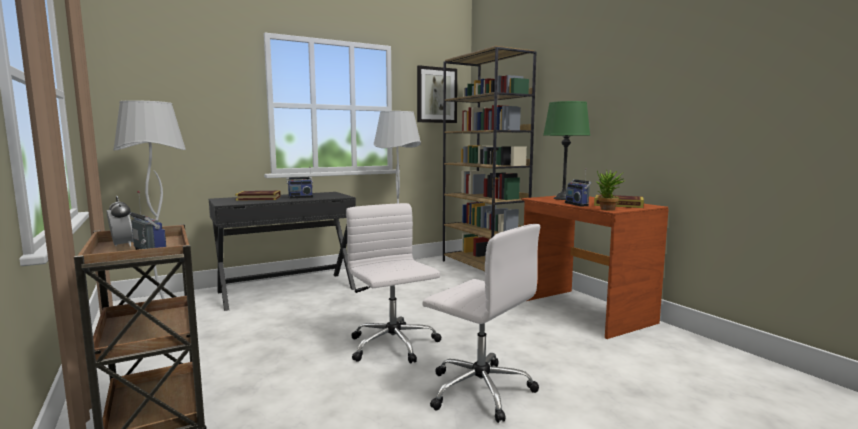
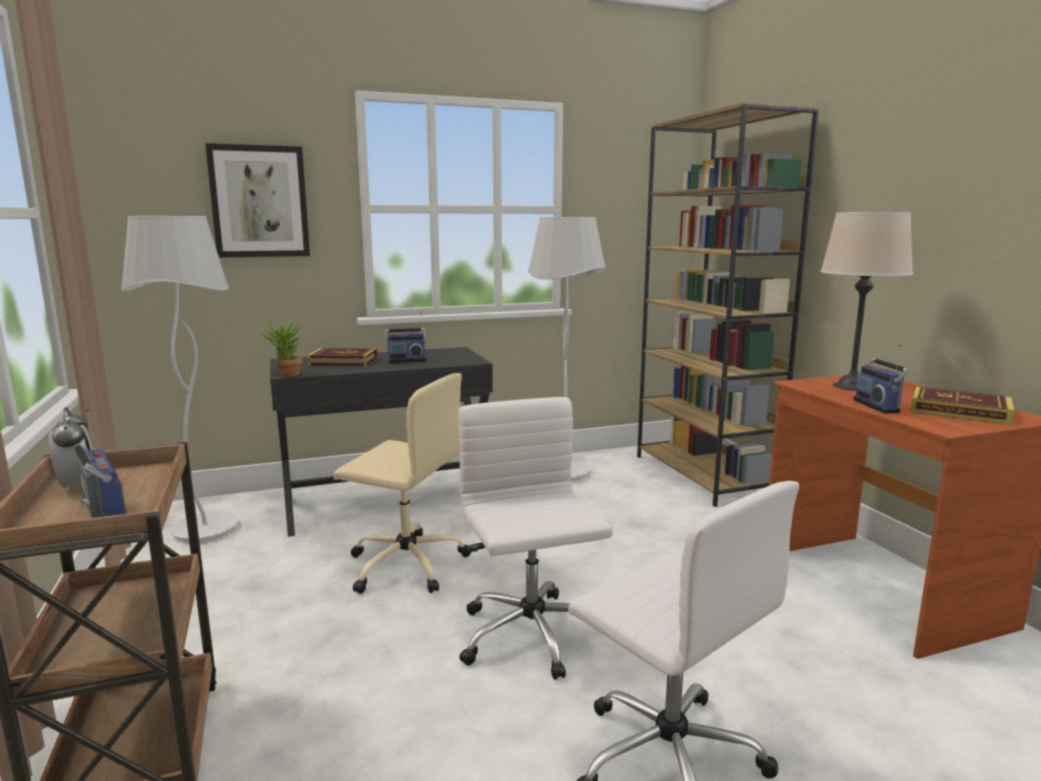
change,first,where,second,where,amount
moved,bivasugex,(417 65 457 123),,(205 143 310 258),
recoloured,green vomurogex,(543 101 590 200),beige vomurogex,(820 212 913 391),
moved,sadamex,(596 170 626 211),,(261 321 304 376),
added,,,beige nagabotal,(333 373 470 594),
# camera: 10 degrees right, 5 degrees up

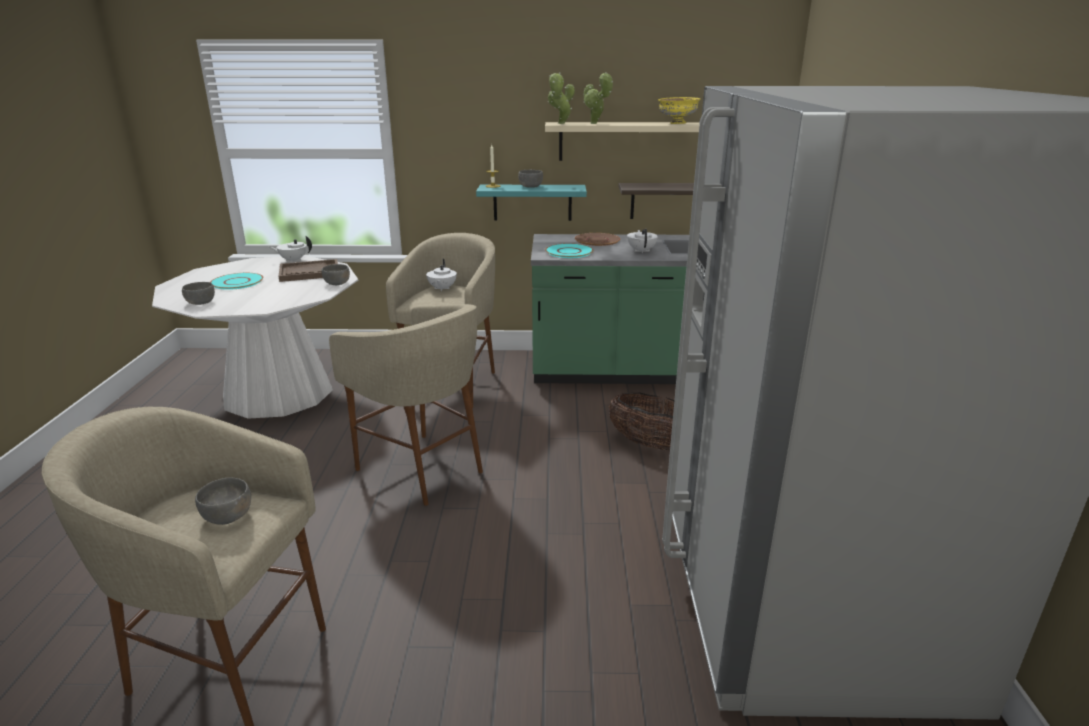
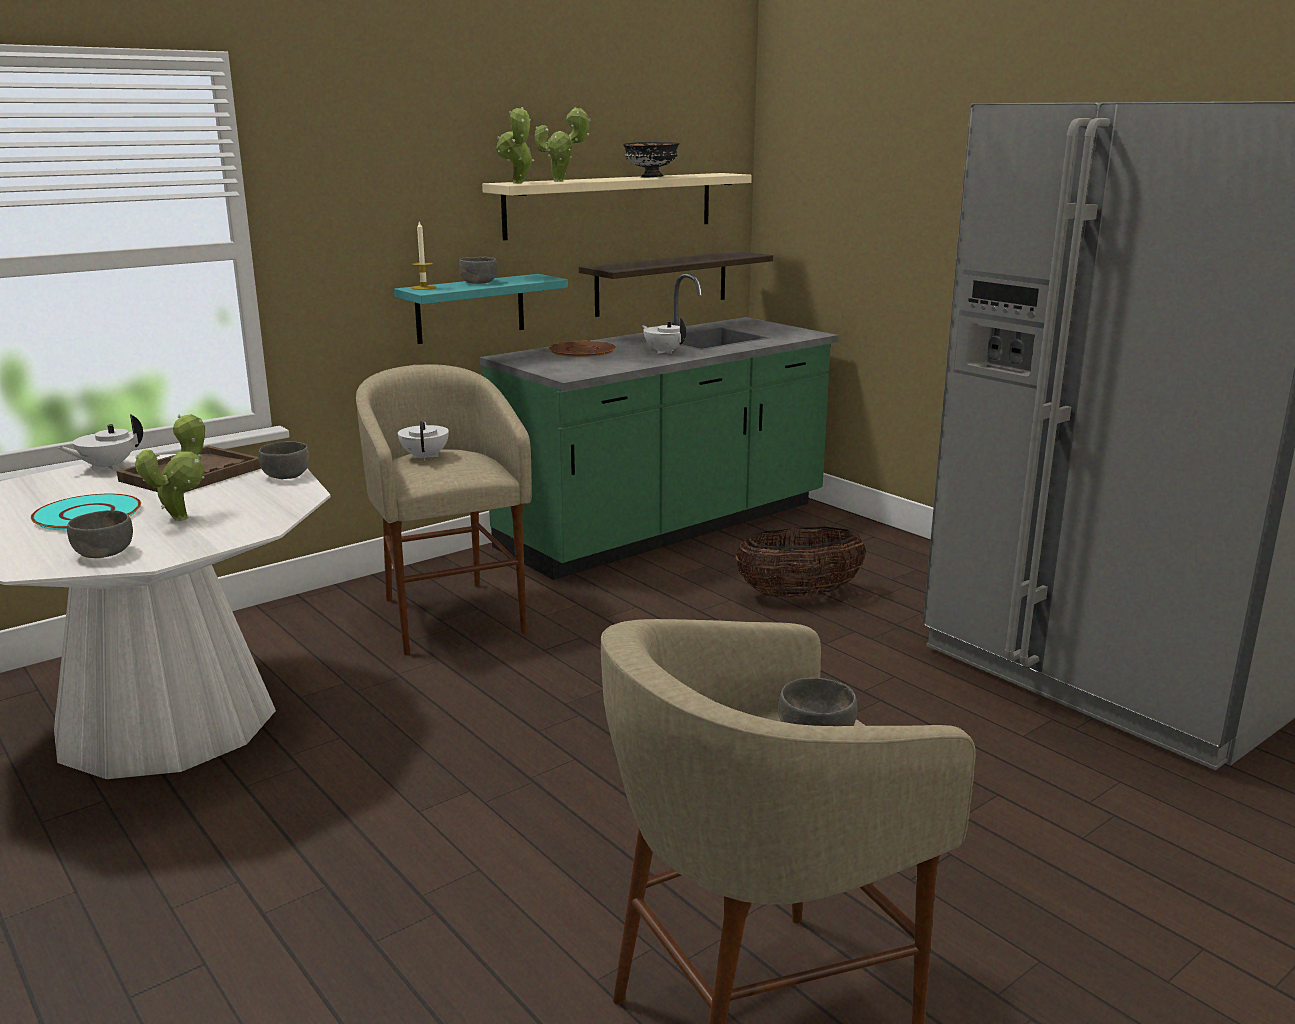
change,first,where,second,where,amount
removed,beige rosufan,(329 304 483 506),,,
turned,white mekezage,(426 259 457 291),,(398 421 449 461),150 degrees counterclockwise
removed,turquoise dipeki,(545 243 593 258),,,
recoloured,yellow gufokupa,(658 97 700 124),black gufokupa,(623 142 680 177),
added,,,sadamex,(135 414 205 521),
# camera: 40 degrees left, 5 degrees down

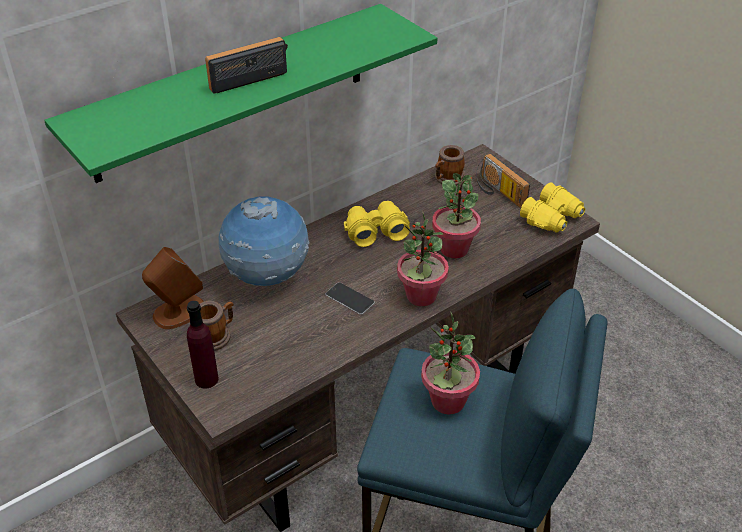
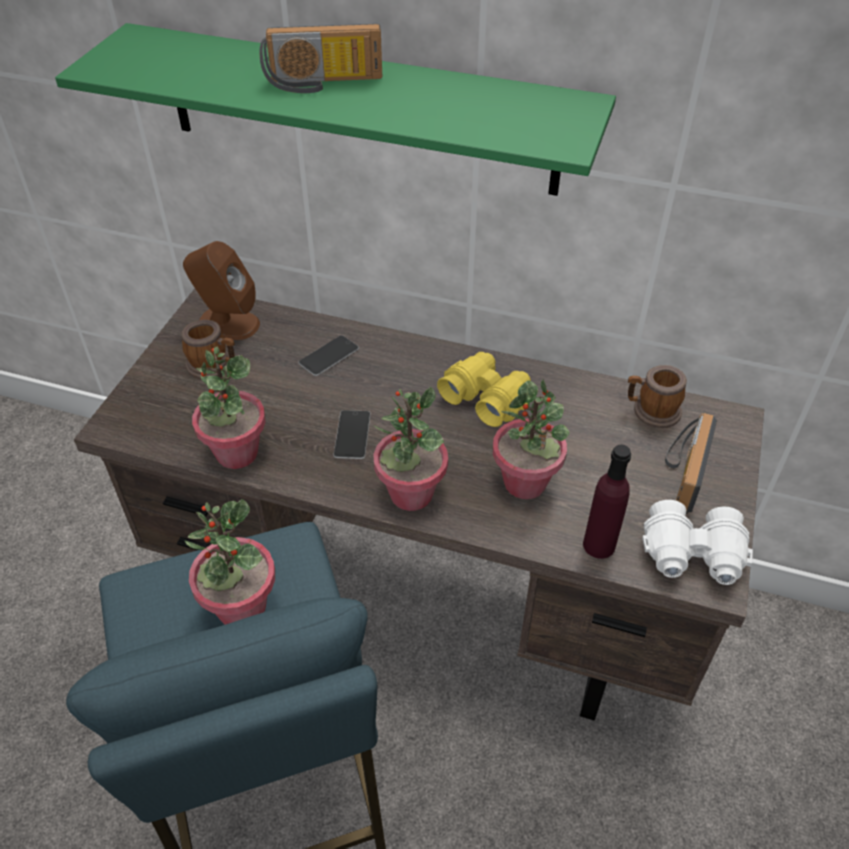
change,first,where,second,where,amount
moved,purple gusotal,(187 301 218 388),,(583 444 631 559),
turned,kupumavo,(205 37 288 94),,(259 24 382 93),150 degrees clockwise
replaced,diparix,(219 196 309 286),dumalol,(298 335 359 376),
recoloured,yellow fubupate,(520 183 585 232),white fubupate,(642 500 753 585),
added,,,sadamex,(192 346 266 469),
# camera: 55 degrees right, 5 degrees up

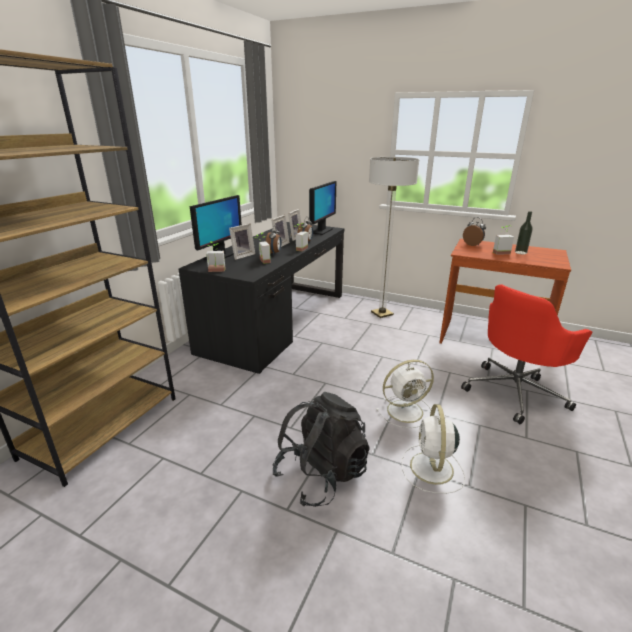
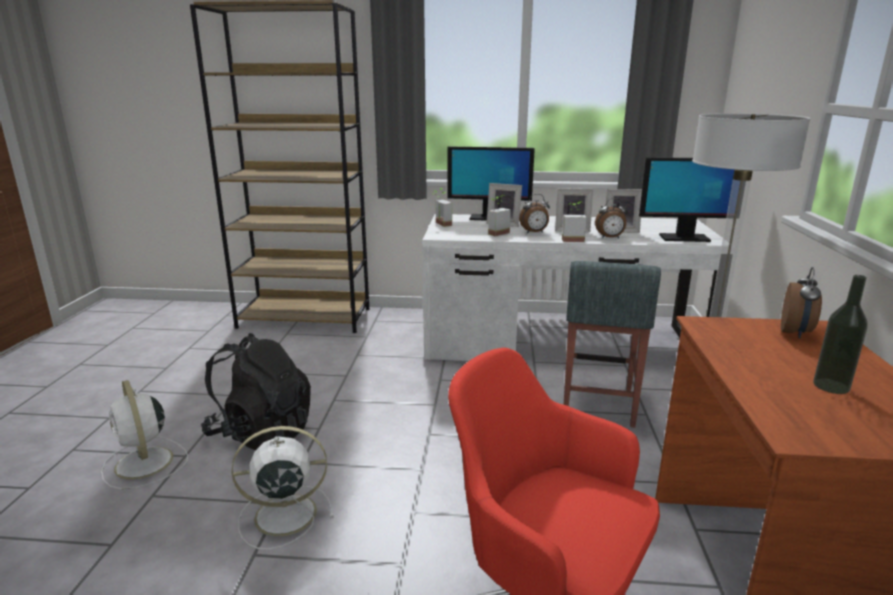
change,first,where,second,where,amount
recoloured,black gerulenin,(179 222 344 374),white gerulenin,(422 214 723 361),
moved,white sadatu,(376 360 434 428),,(101 380 188 489),
removed,sadamex,(493 225 514 255),,,
added,,,grey rosufan,(564 261 661 428),
# camera: 70 degrees right, 5 degrees down

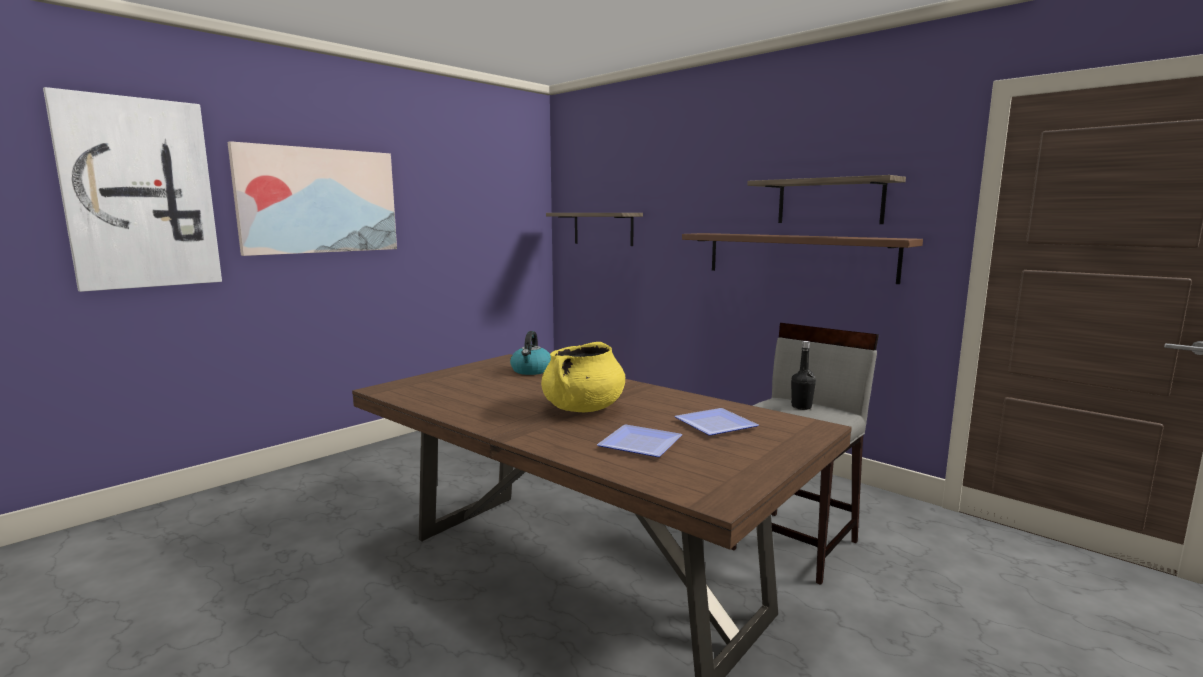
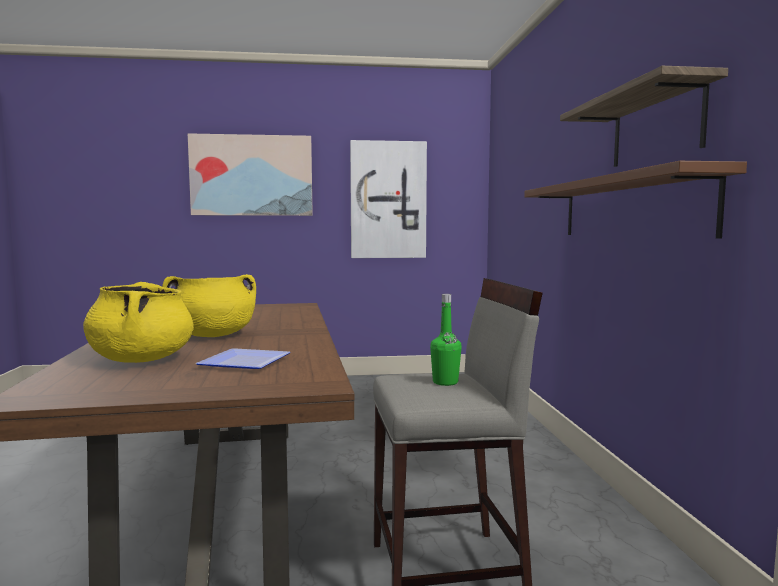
change,first,where,second,where,amount
moved,bivasugex,(43 87 222 292),,(350 140 427 258),
removed,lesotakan,(510 331 551 375),,,
removed,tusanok,(546 213 643 246),,,
replaced,dipeki,(597 424 683 457),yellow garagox,(83 282 194 363),
recoloured,black gusotal,(791 341 816 410),green gusotal,(430 294 462 386),
# camera: 40 degrees right, 5 degrees down

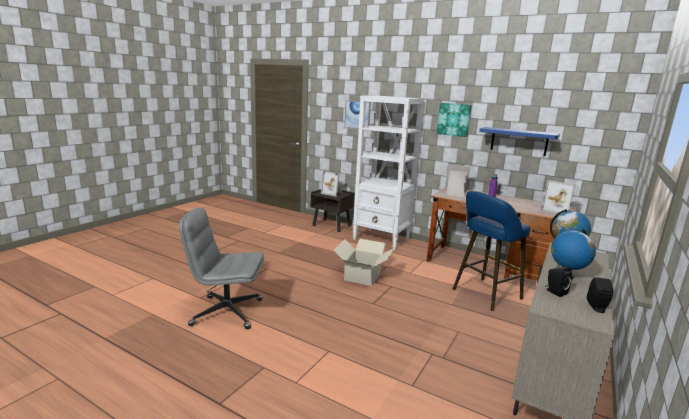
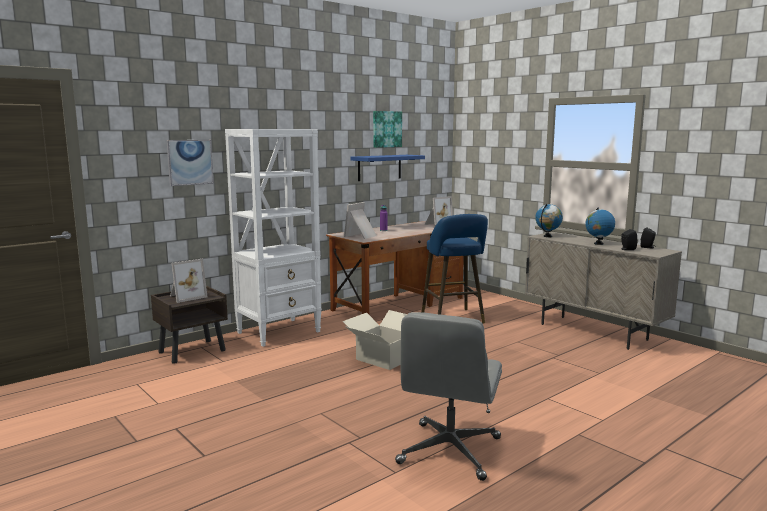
change,first,where,second,where,amount
moved,bivasugex,(437 103 472 137),,(373 111 402 148),
# camera: 70 degrees left, 5 degrees down

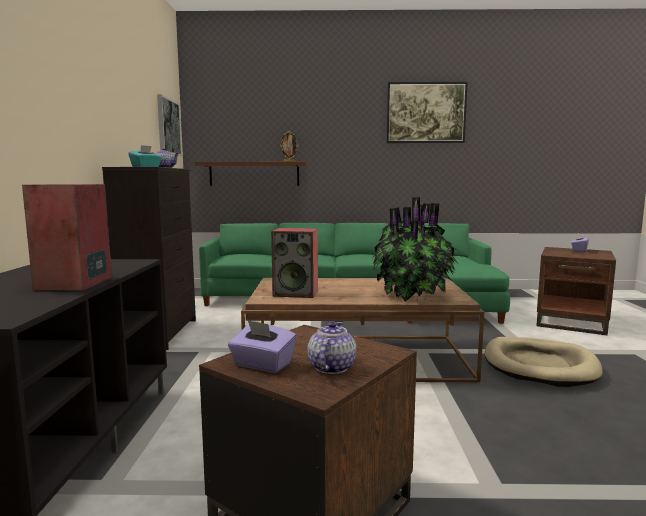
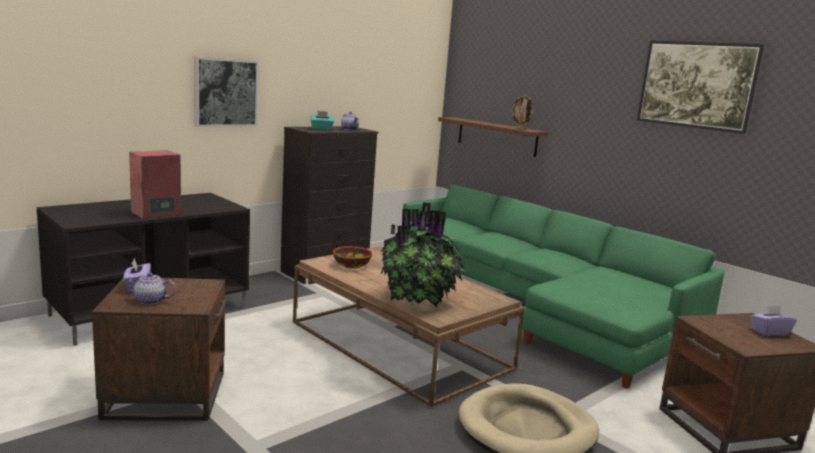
change,first,where,second,where,amount
moved,bivasugex,(157 94 182 156),,(194 56 259 127),
replaced,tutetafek,(271 228 318 298),gufokupa,(333 246 372 269),
turned,mekezage,(307 322 356 374),,(124 272 176 305),150 degrees counterclockwise
# camera: 45 degrees right, 5 degrees up

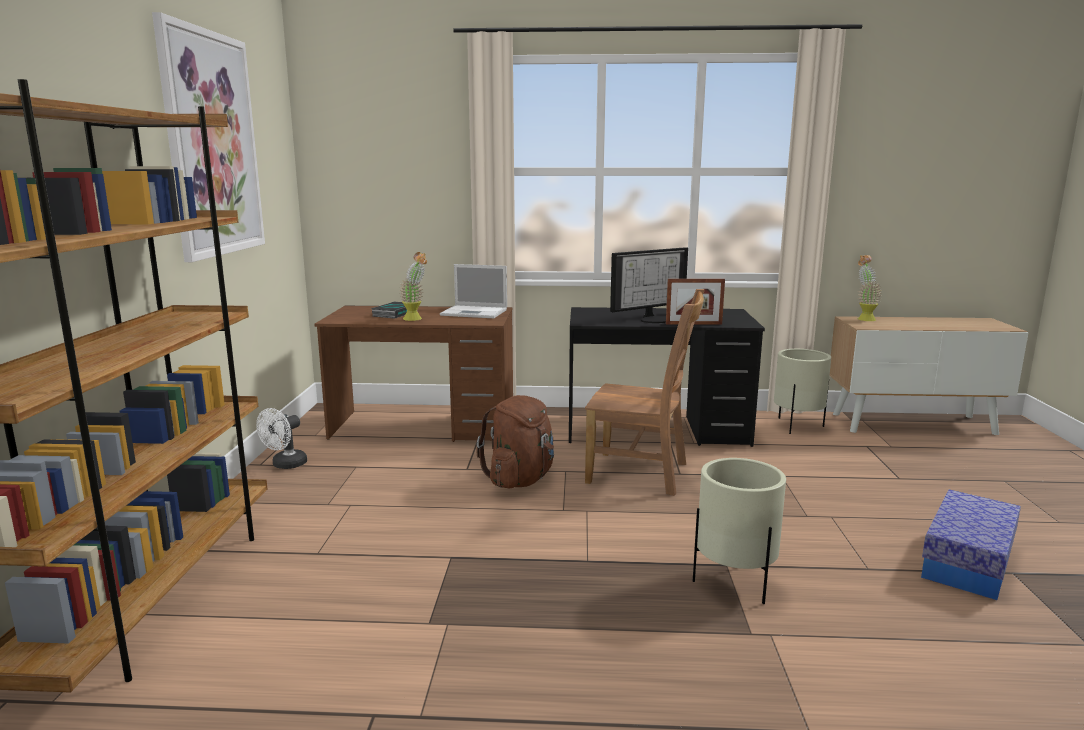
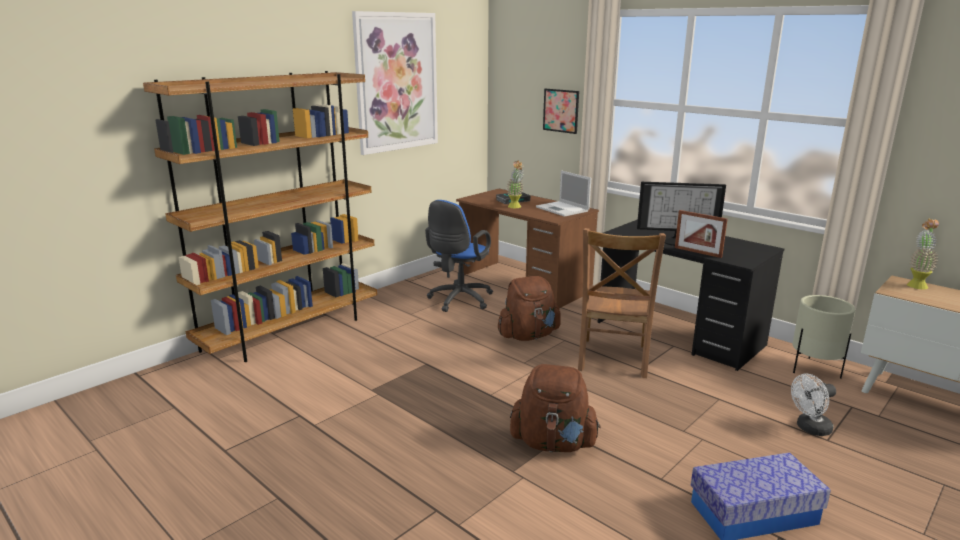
change,first,where,second,where,amount
moved,white sadatu,(256 408 307 469),,(791 374 836 436),
turned,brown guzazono,(585 289 705 496),,(578 228 666 378),45 degrees clockwise
replaced,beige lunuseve,(693 458 786 604),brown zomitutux,(510 364 601 452),
added,,,blue nagabotal,(425 200 493 312),
added,,,bivasugex,(543 89 579 134),
# camera: 40 degrees right, 5 degrees up

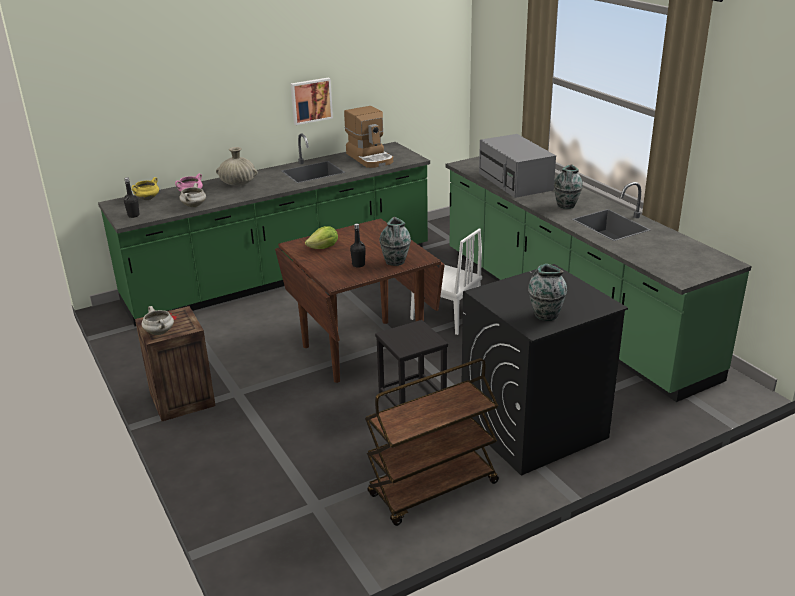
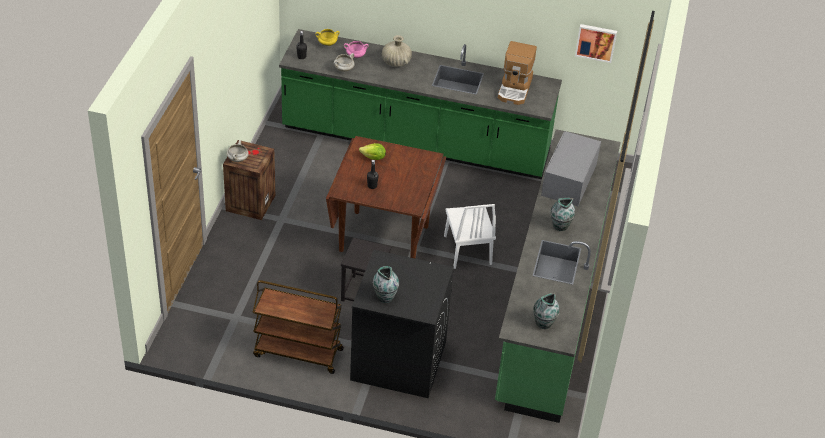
change,first,where,second,where,amount
moved,bivasugex,(291 78 333 125),,(575 24 617 63),
moved,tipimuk,(379 217 411 266),,(533 293 560 329),
# camera: 40 degrees right, 15 degrees up

